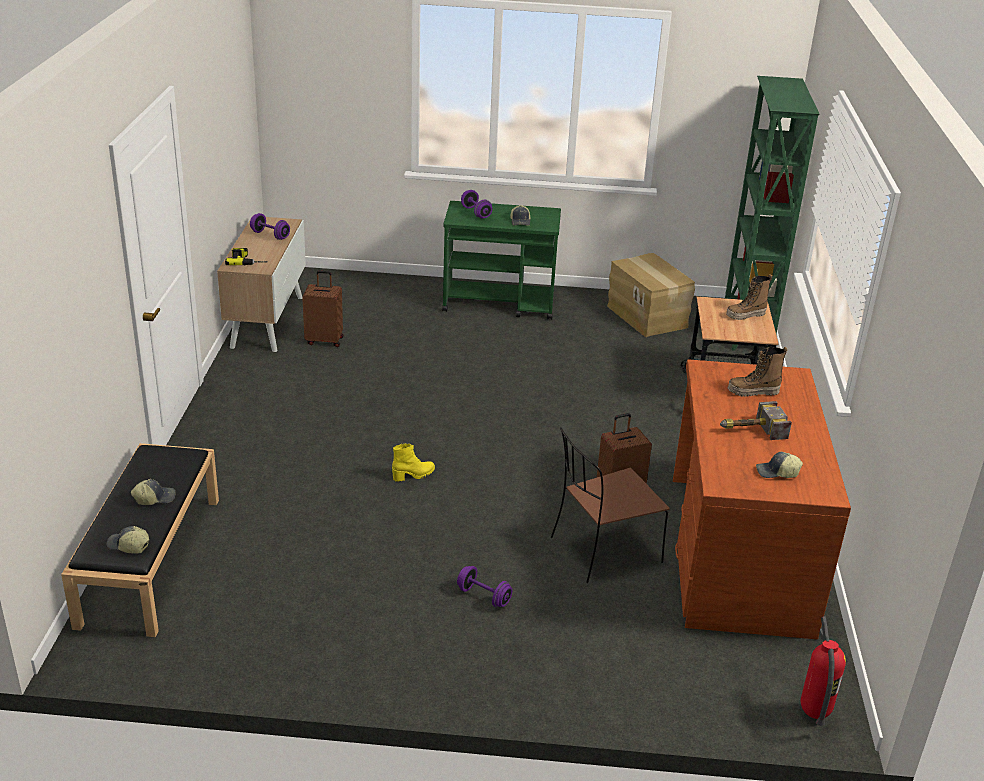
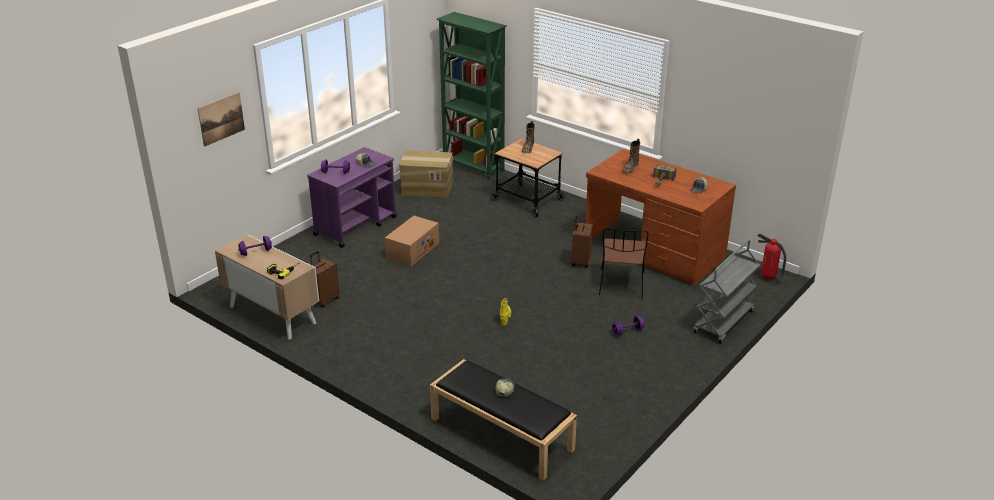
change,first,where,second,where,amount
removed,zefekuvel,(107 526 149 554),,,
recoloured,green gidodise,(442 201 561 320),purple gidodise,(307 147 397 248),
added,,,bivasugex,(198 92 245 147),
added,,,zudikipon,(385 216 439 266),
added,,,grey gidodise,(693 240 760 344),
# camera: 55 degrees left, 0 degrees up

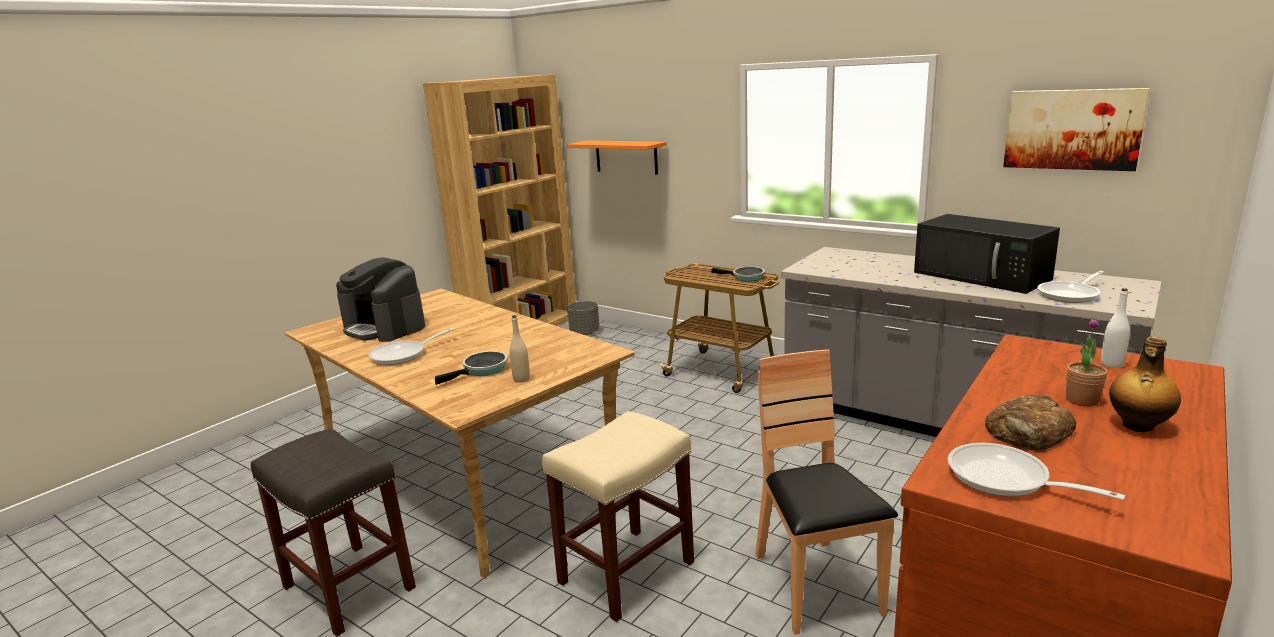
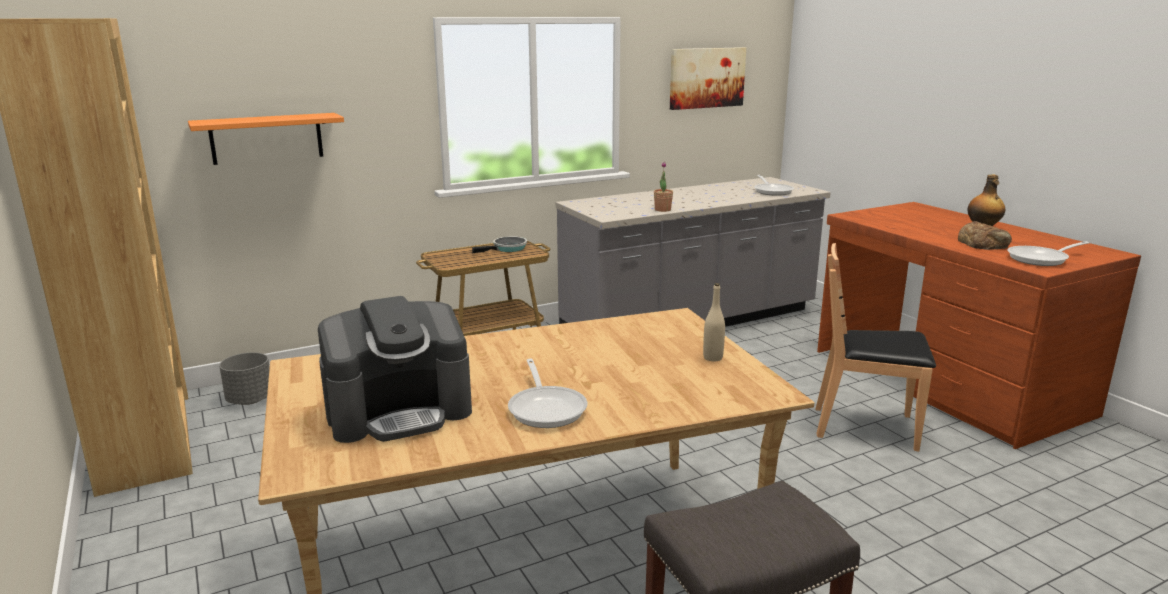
change,first,where,second,where,amount
removed,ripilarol,(435 351 508 385),,,
removed,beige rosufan,(542 411 694 622),,,
removed,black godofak,(914 214 1060 294),,,
moved,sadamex,(1066 318 1108 406),,(654 162 673 212),
removed,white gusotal,(1101 288 1130 368),,,
# camera: 65 degrees left, 0 degrees up

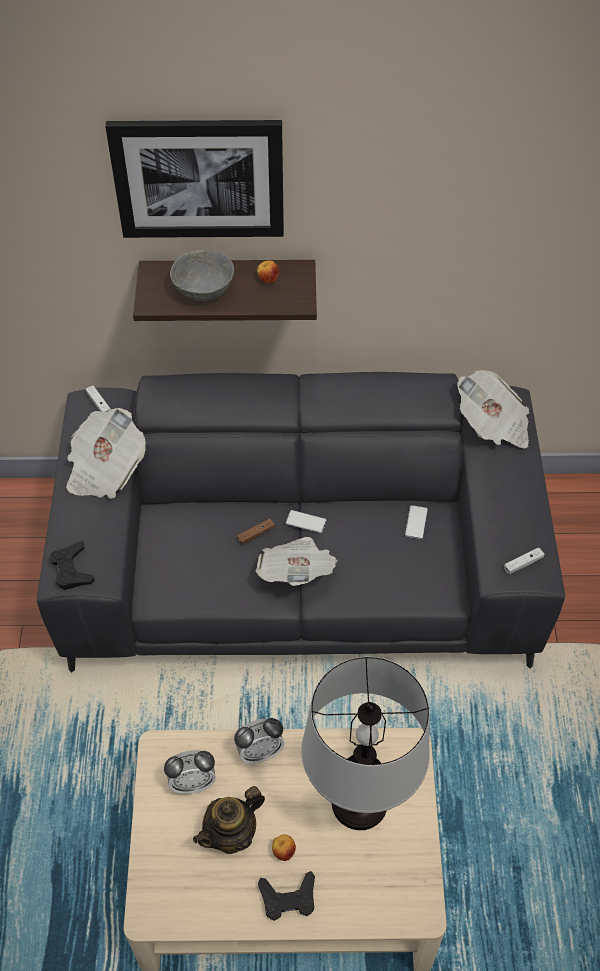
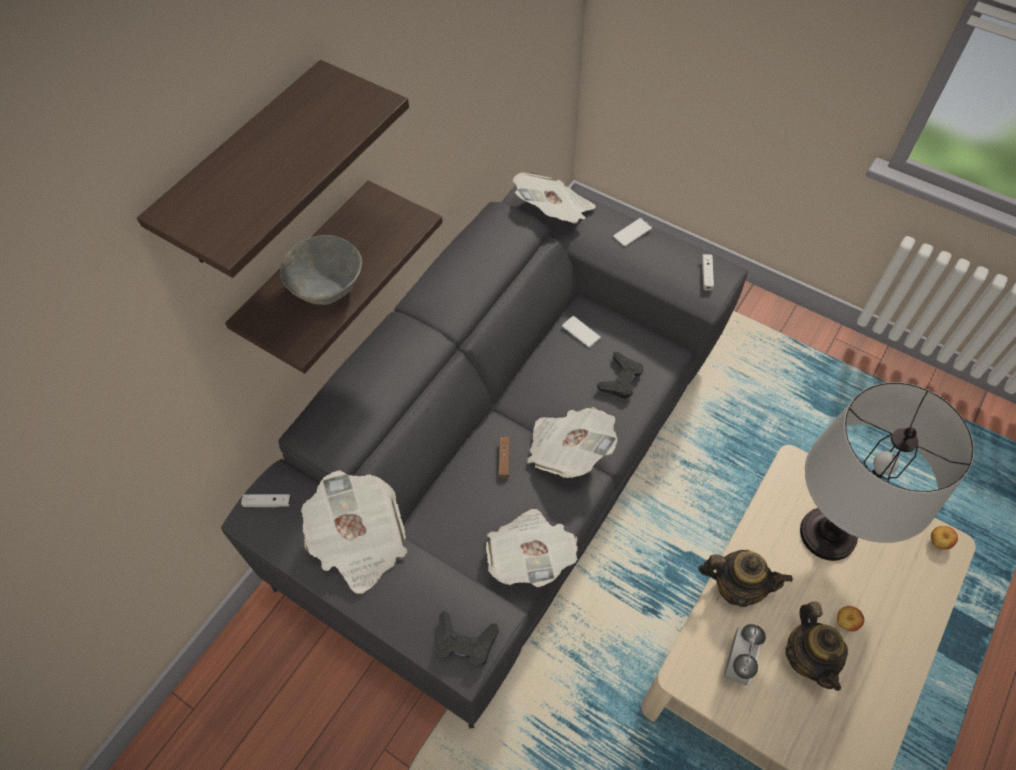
change,first,where,second,where,amount
replaced,bivasugex,(105 120 284 238),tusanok,(137 60 409 278),
replaced,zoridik,(234 718 284 764),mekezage,(698 550 793 607),
moved,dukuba,(257 260 279 284),,(931 526 958 549),
moved,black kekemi,(258 871 315 921),,(597 352 643 399),
moved,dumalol,(286 510 327 533),,(613 218 653 246),
added,,,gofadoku,(486 509 578 587),
# camera: 55 degrees left, 5 degrees up

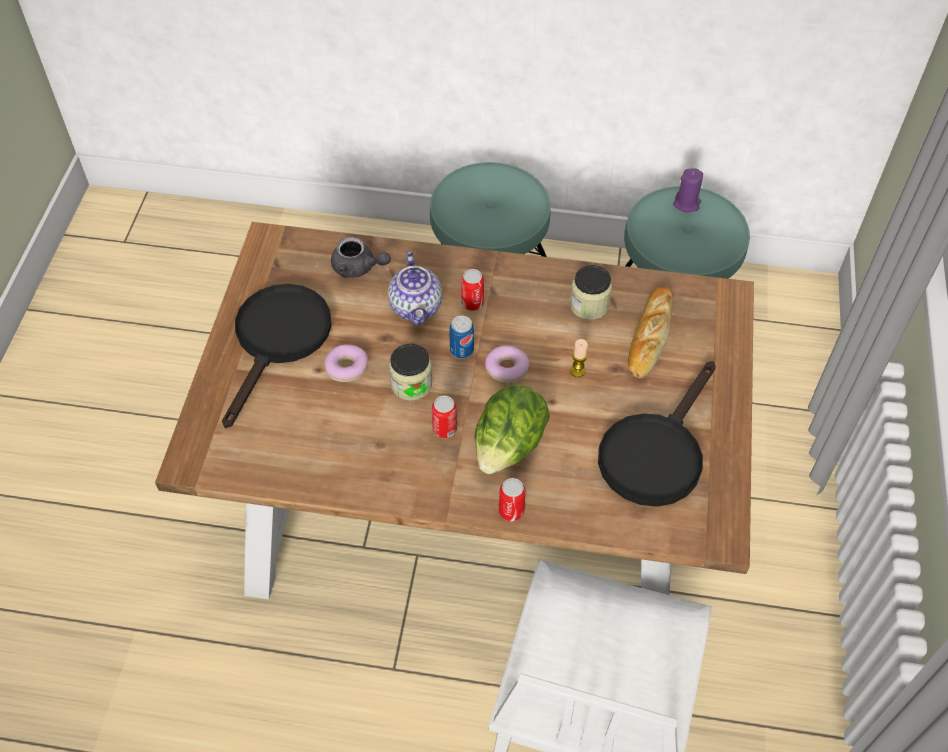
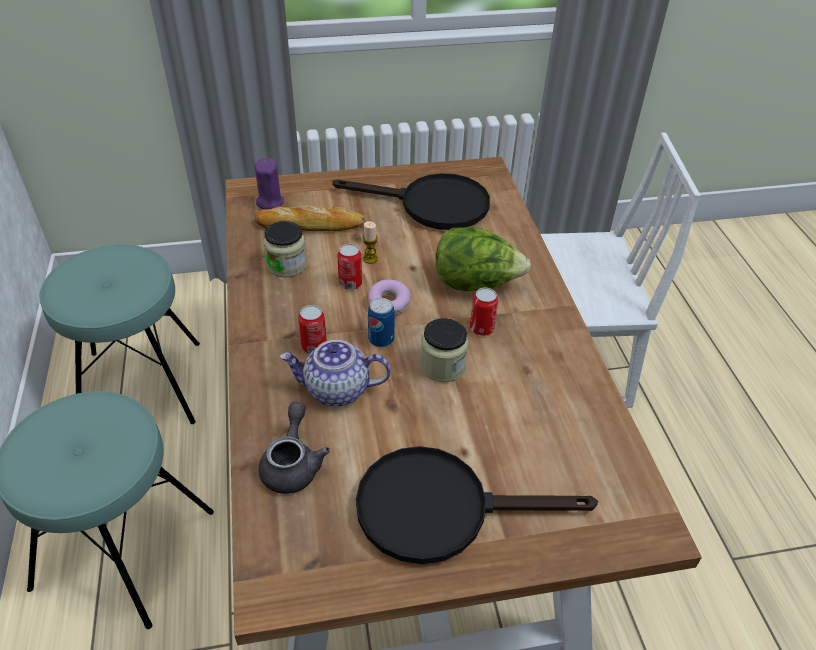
change,first,where,second,where,amount
removed,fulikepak,(324 344 368 382),,,
turned,mekezage,(388 252 442 325),,(280 340 391 406),150 degrees counterclockwise
moved,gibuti,(499 478 526 521),,(337 244 362 290),
moved,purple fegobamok,(673 169 703 213),,(255 158 284 209),
# camera: 110 degrees left, 10 degrees down

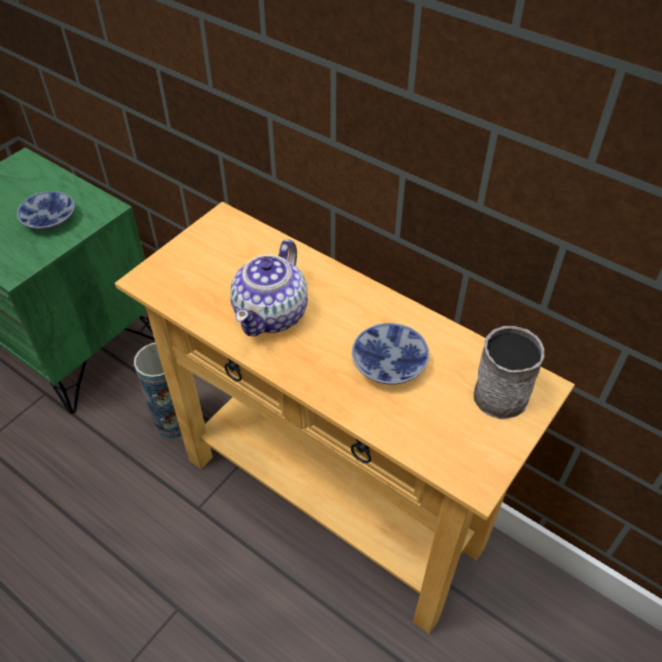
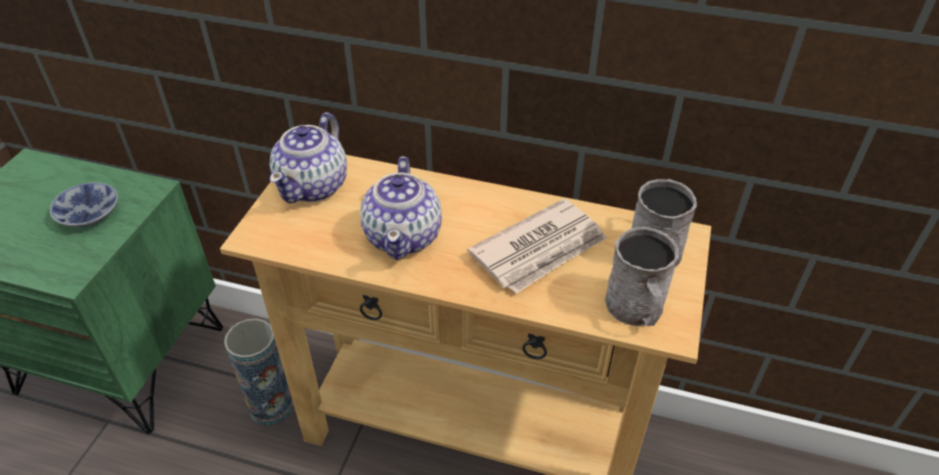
change,first,where,second,where,amount
replaced,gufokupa,(352 323 429 385),gofadoku,(467 199 607 294),
added,,,mekezage,(270 112 347 203),
added,,,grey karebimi,(605 227 679 326),
# camera: 20 degrees left, 5 degrees down

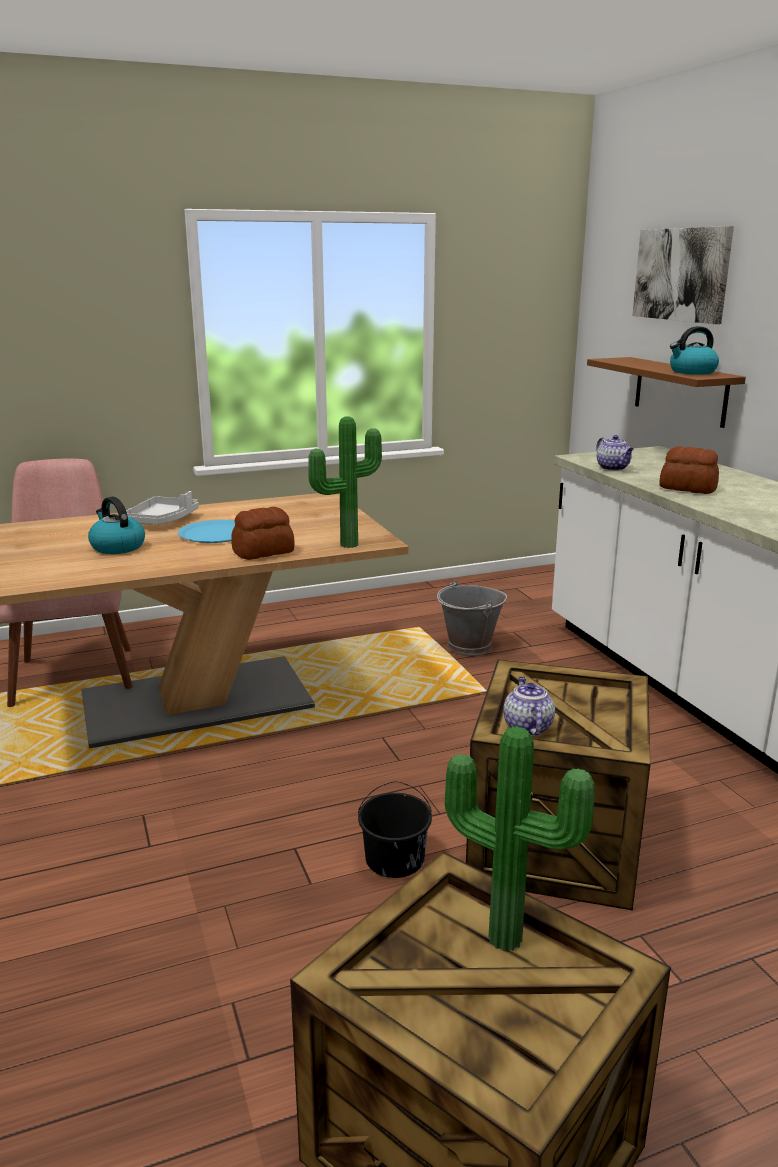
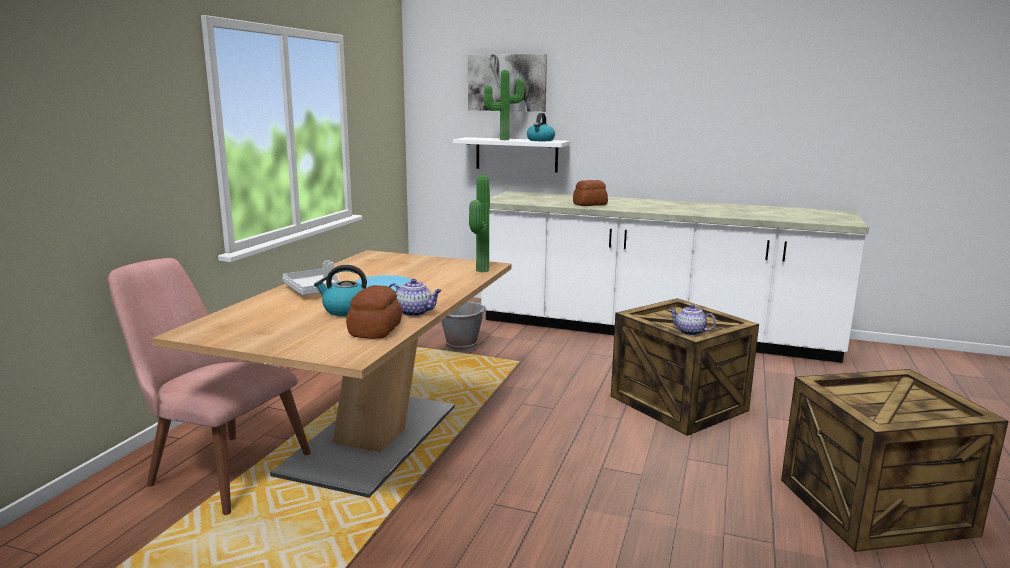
change,first,where,second,where,amount
moved,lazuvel,(231 507 295 560),,(346 285 402 339),
removed,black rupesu,(358 781 432 878),,,
moved,sadamex,(445 727 595 951),,(484 70 524 140),
recoloured,brown tusanok,(587 357 746 428),white tusanok,(453 137 570 173),
moved,mekezage,(596 435 634 471),,(389 279 442 316),
# camera: 50 degrees left, 5 degrees down

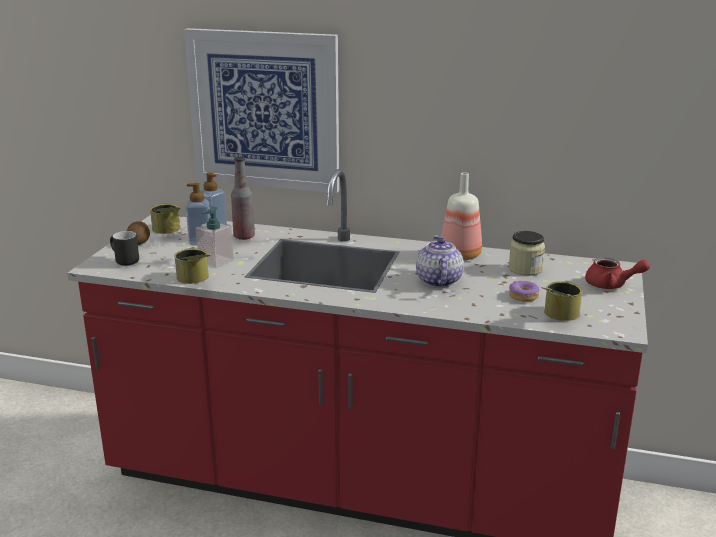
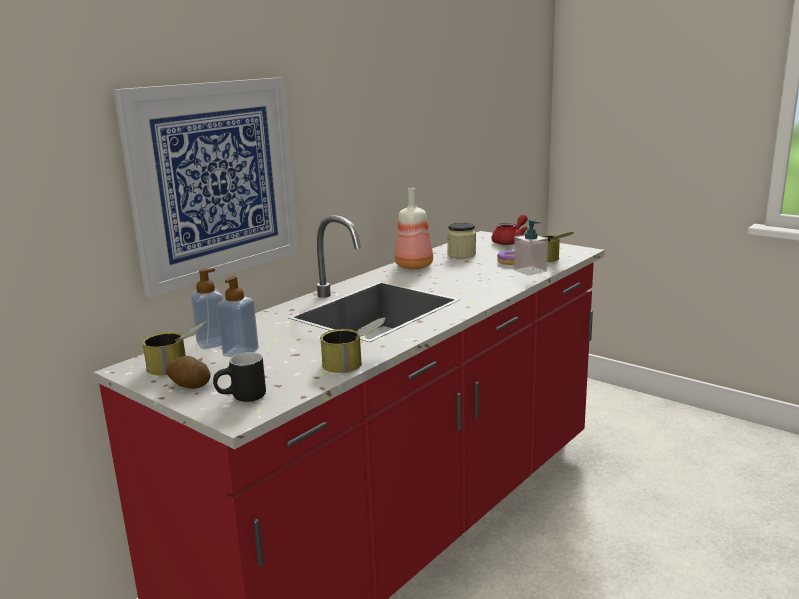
change,first,where,second,where,amount
moved,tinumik,(196 207 234 268),,(514 219 548 276),
removed,gusotal,(231 156 255 240),,,
removed,mekezage,(416 235 464 288),,,
# camera: 65 degrees left, 5 degrees down

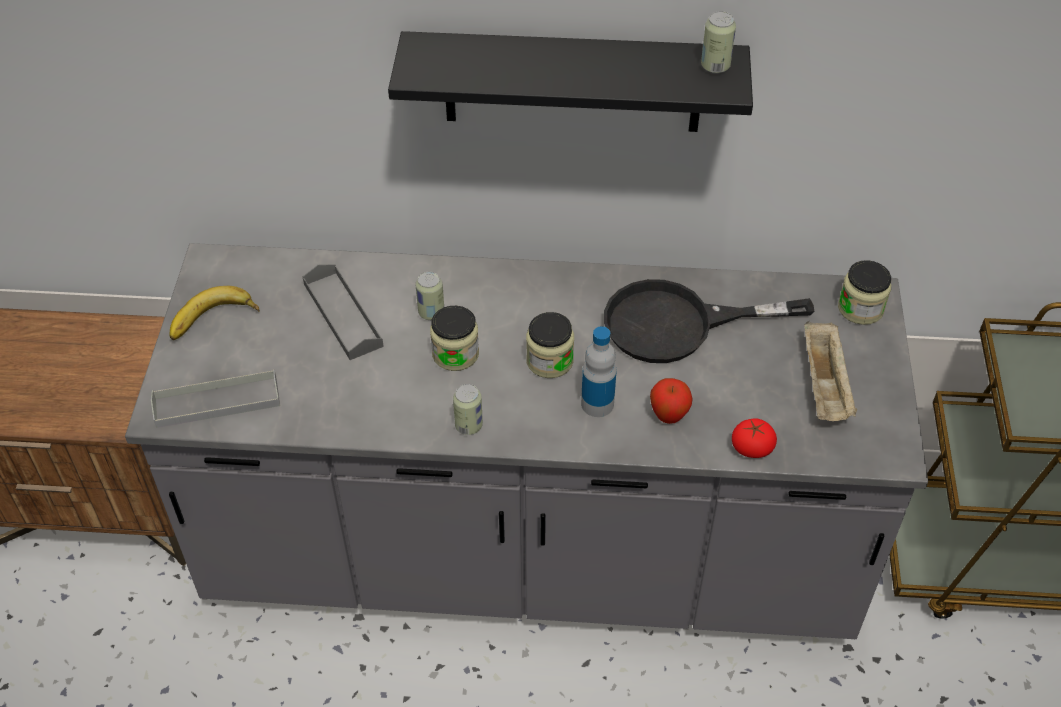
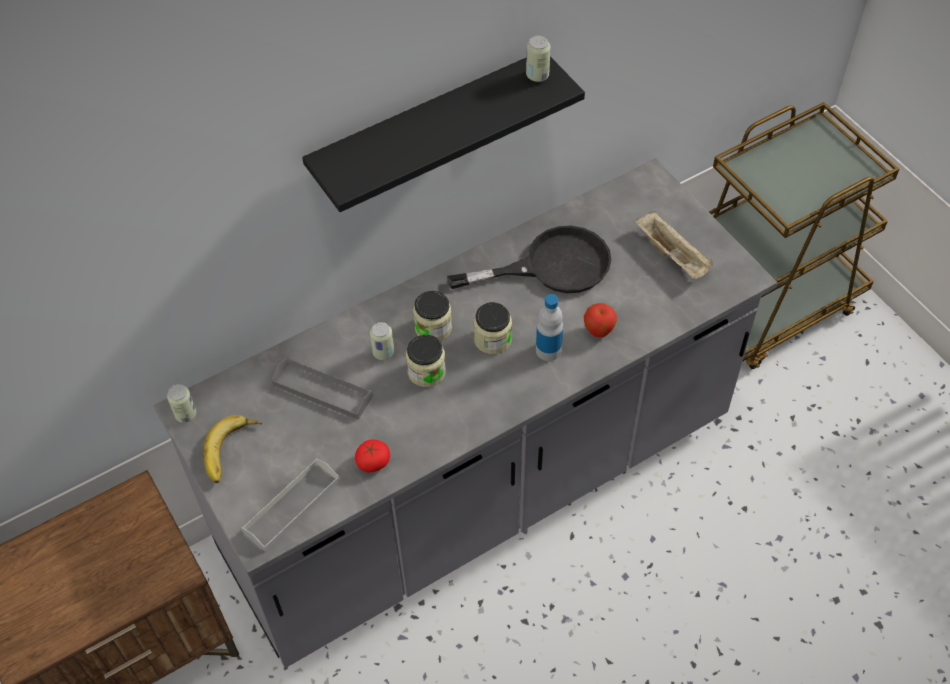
change,first,where,second,where,amount
moved,gibuti,(453 384 483 435),,(167 384 196 423),
turned,black ripilarol,(604 279 814 363),,(447 226 611 293),150 degrees counterclockwise
moved,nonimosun,(732 418 777 458),,(355 439 390 472),
moved,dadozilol,(838 260 891 325),,(413 291 452 341),
# camera: 35 degrees left, 5 degrees up

